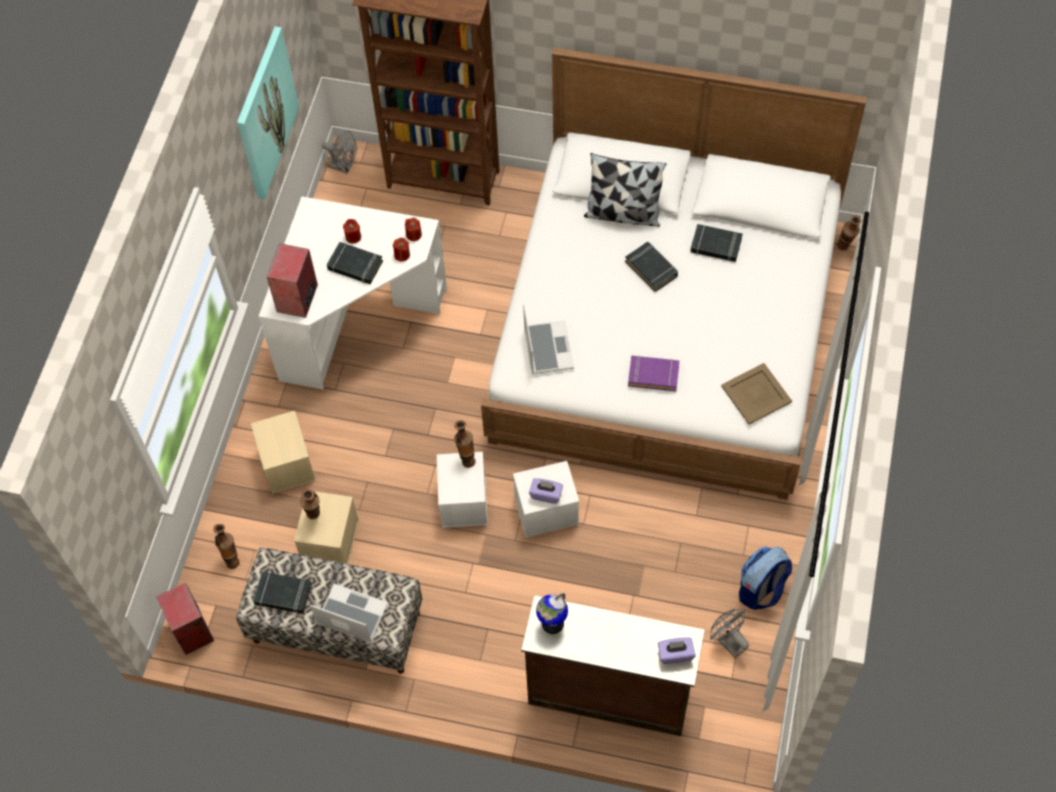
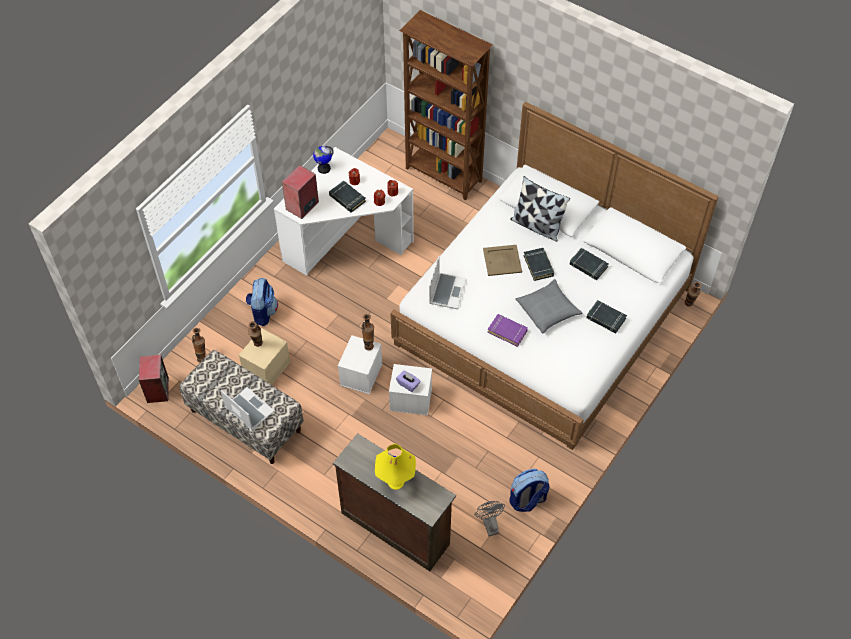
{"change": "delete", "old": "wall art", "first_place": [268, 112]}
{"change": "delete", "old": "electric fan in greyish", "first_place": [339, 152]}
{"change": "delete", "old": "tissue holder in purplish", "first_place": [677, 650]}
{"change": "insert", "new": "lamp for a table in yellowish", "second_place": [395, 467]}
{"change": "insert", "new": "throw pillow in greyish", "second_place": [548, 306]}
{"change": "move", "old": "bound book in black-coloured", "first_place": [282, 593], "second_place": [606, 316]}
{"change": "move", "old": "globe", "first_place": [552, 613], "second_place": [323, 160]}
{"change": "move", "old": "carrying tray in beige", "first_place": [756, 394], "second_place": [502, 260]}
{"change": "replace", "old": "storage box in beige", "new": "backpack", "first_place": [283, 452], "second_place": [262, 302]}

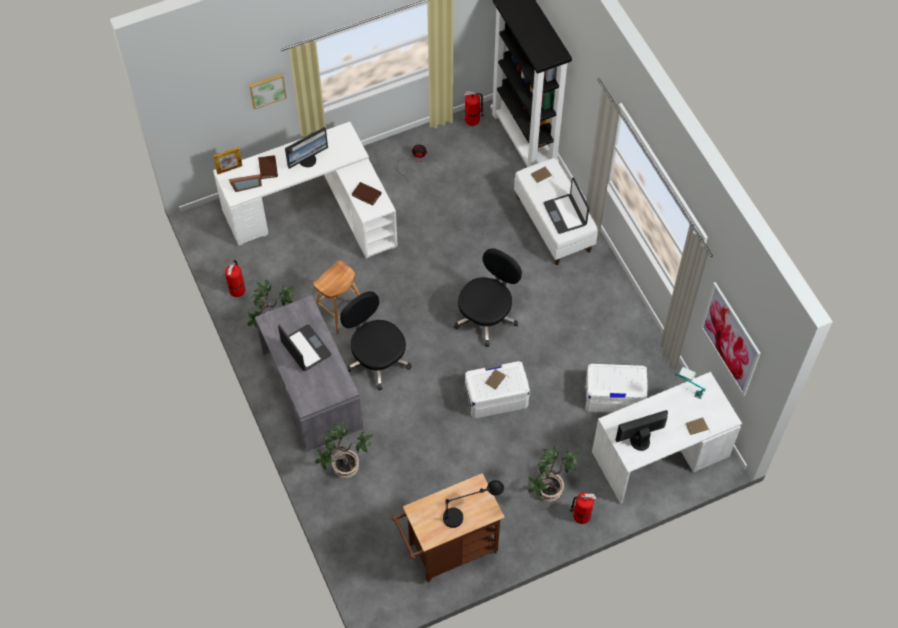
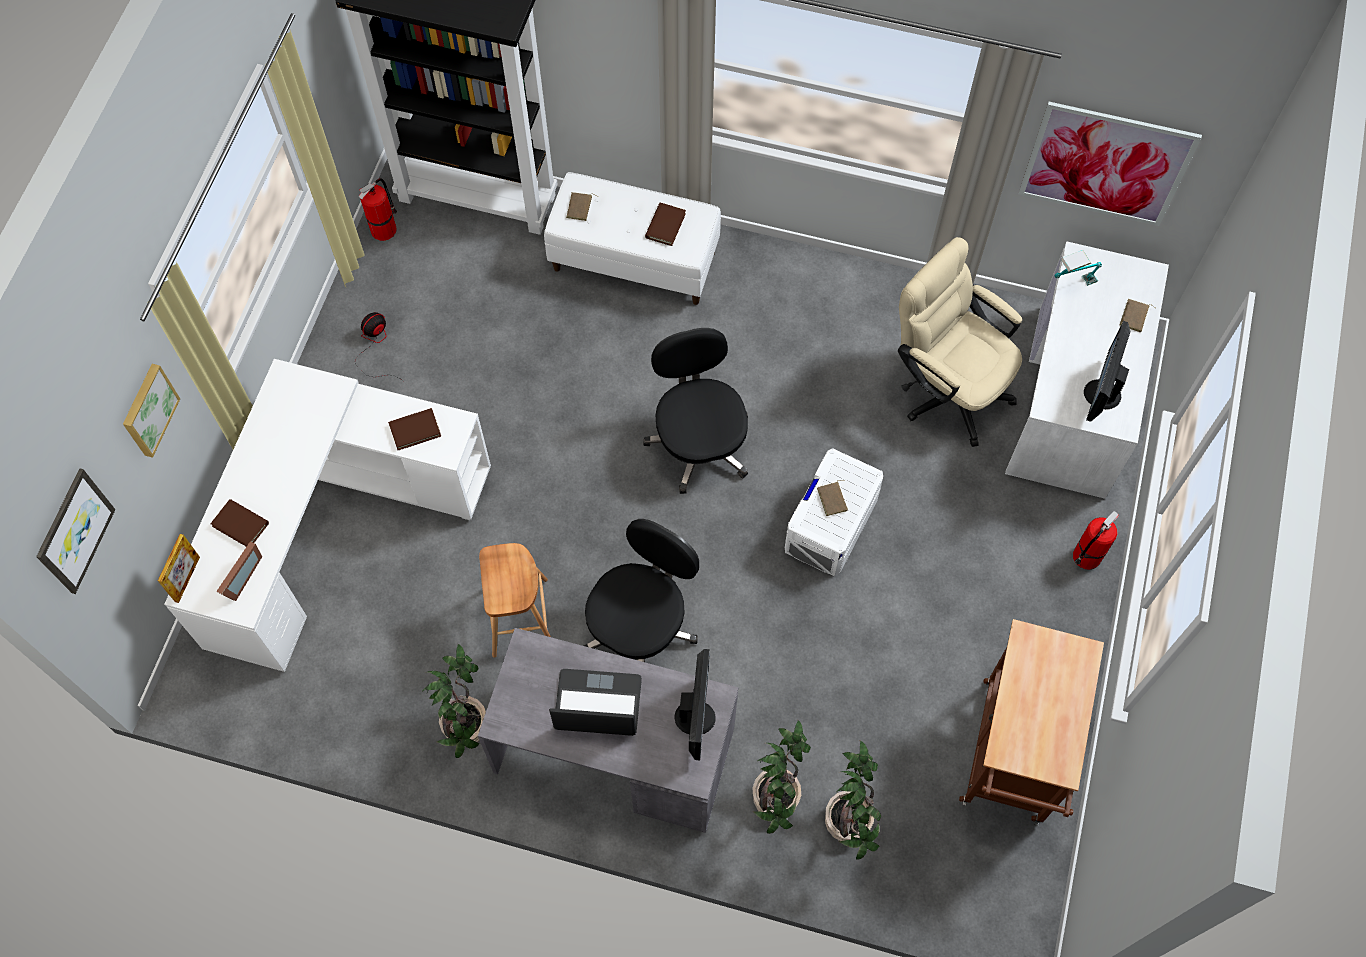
{"change": "delete", "old": "fire-fighting cylinder", "first_place": [235, 278]}
{"change": "delete", "old": "lamp for a table in black-coloured", "first_place": [473, 504]}
{"change": "insert", "new": "wall art", "second_place": [76, 531]}
{"change": "move", "old": "computer screen", "first_place": [306, 148], "second_place": [695, 704]}
{"change": "move", "old": "plant in a pot", "first_place": [553, 473], "second_place": [853, 800]}
{"change": "replace", "old": "laptop", "new": "bound book in brownish", "first_place": [566, 205], "second_place": [665, 224]}
{"change": "replace", "old": "storage box in white", "new": "office chair in beige", "first_place": [616, 388], "second_place": [960, 342]}
{"change": "rotate", "old": "office chair in black-coloured", "first_place": [376, 341], "second_place": [641, 590], "degrees": 120}

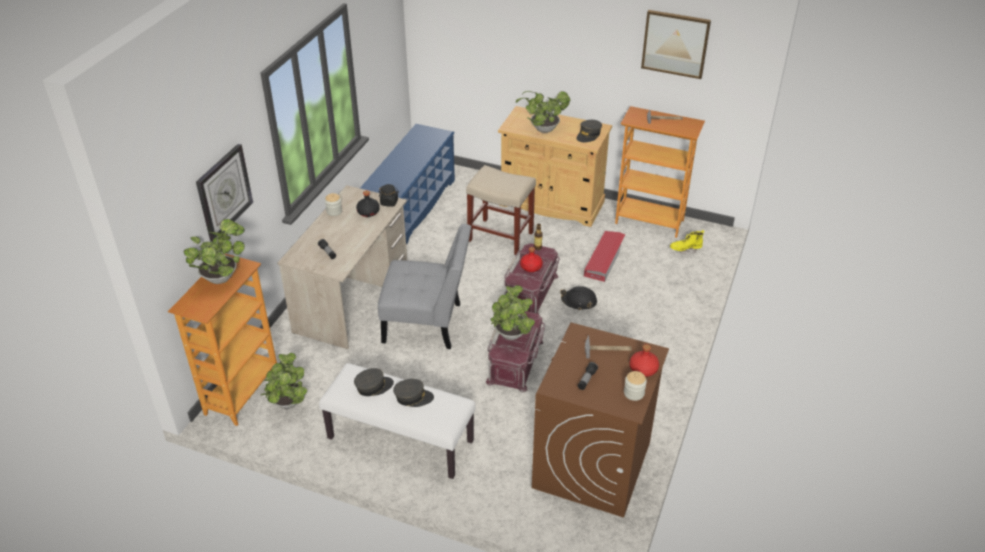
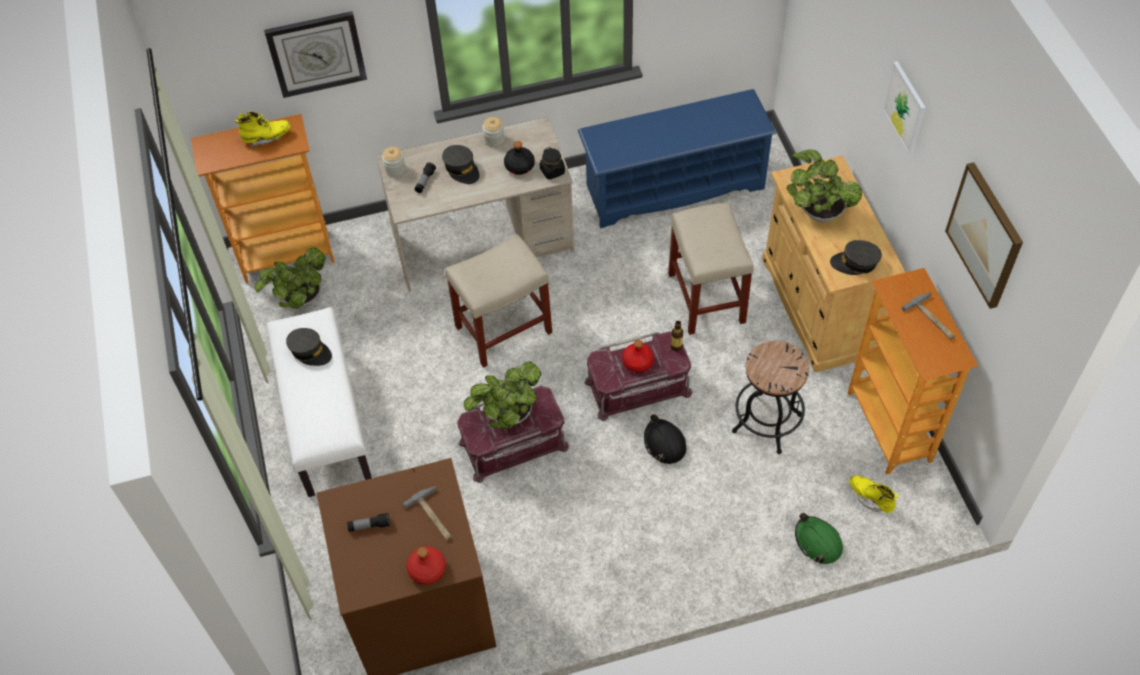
{"change": "insert", "new": "safety helmet in green-coloured", "second_place": [819, 538]}
{"change": "insert", "new": "wall art", "second_place": [904, 108]}
{"change": "move", "old": "cap in greyish", "first_place": [413, 393], "second_place": [460, 164]}
{"change": "move", "old": "jar", "first_place": [635, 386], "second_place": [394, 162]}
{"change": "replace", "old": "plant in a pot", "new": "tall boot in yellowish", "first_place": [214, 251], "second_place": [263, 129]}
{"change": "replace", "old": "upright chair in greyish", "new": "stool seat in beige", "first_place": [424, 286], "second_place": [498, 301]}
{"change": "replace", "old": "storage box in red-coloured", "new": "stool seat in black-coloured", "first_place": [604, 256], "second_place": [770, 397]}

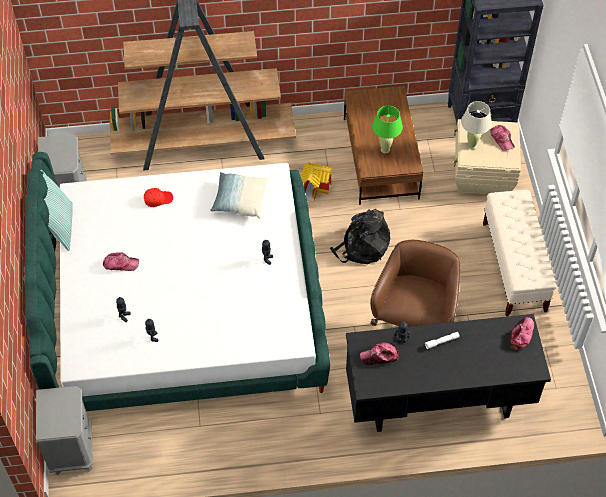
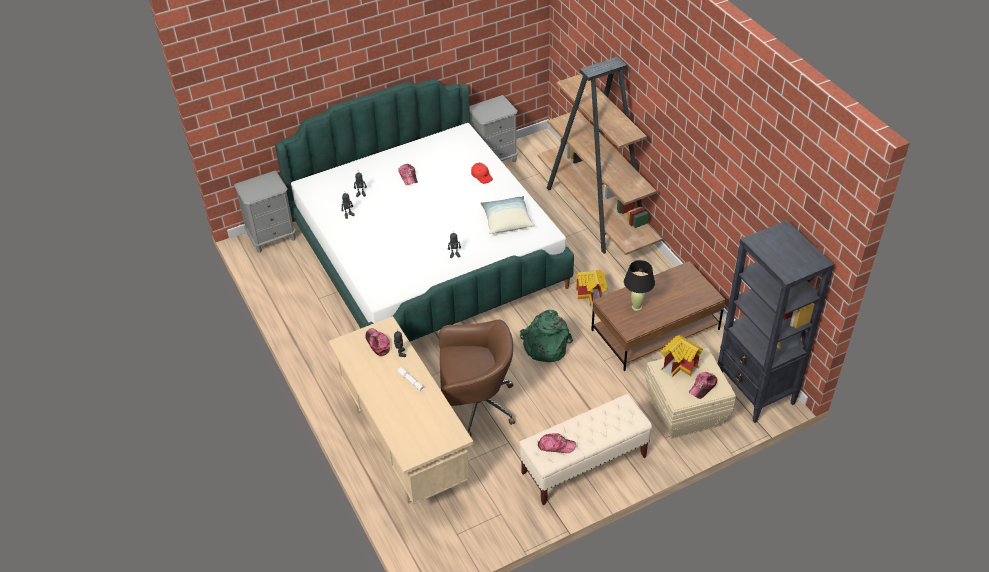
{"change": "delete", "old": "throw pillow", "first_place": [56, 210]}
{"change": "move", "old": "cap", "first_place": [522, 333], "second_place": [557, 443]}
{"change": "replace", "old": "lamp for a table in beige", "new": "toy house", "first_place": [476, 125], "second_place": [682, 356]}
{"change": "recolor", "old": "backpack in black-coloured", "new": "backpack in green-coloured", "first_place": [360, 236], "second_place": [546, 336]}
{"change": "recolor", "old": "desk table in black-coloured", "new": "desk table in beige", "first_place": [448, 373], "second_place": [401, 410]}
{"change": "recolor", "old": "lamp for a table in green-coloured", "new": "lamp for a table in black-coloured", "first_place": [387, 129], "second_place": [639, 285]}

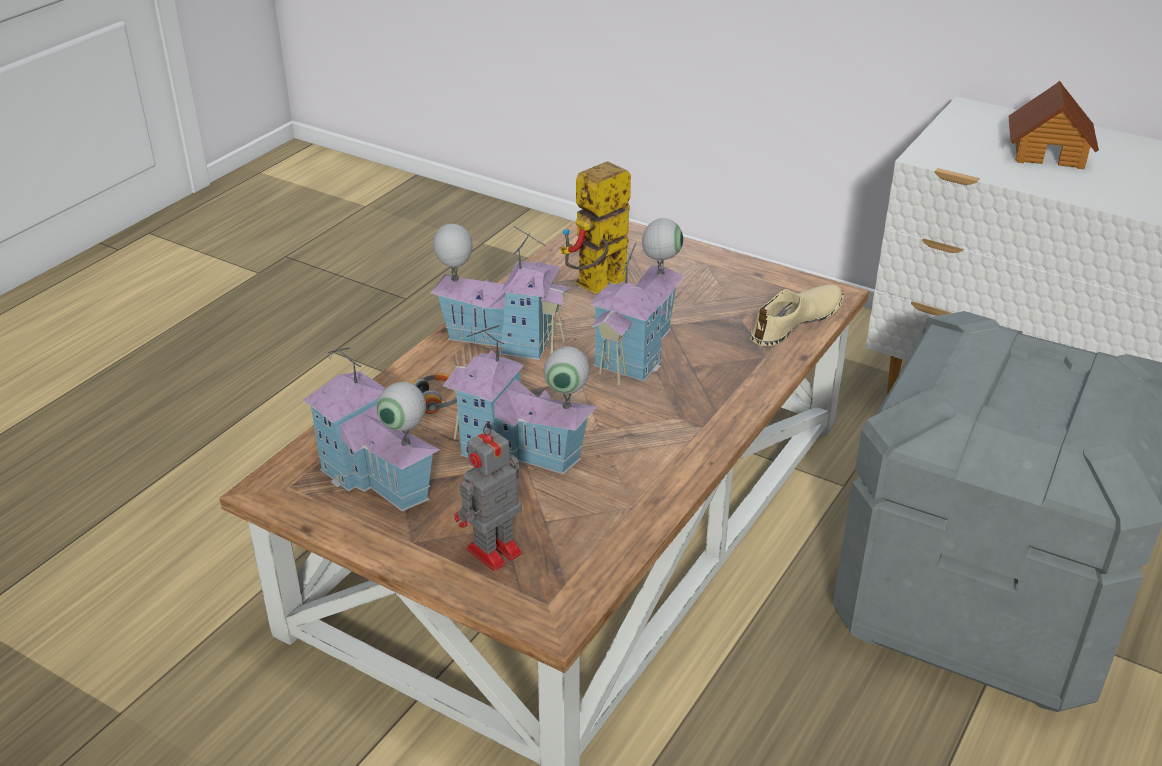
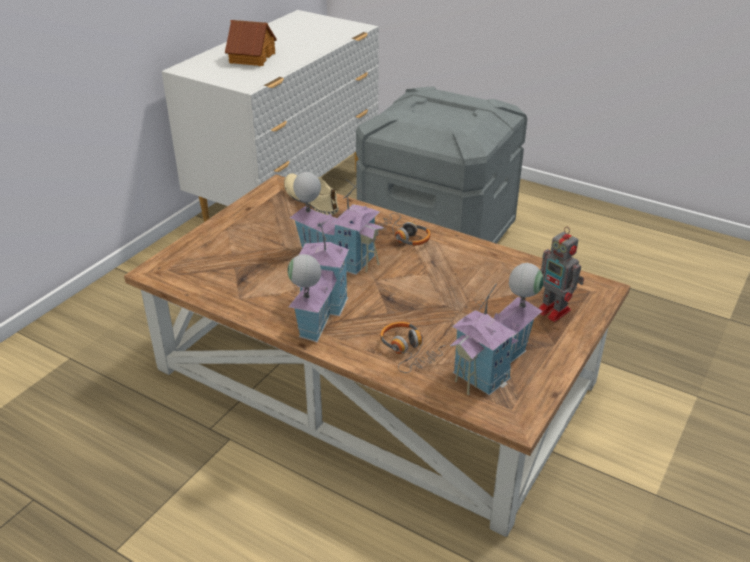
{"change": "delete", "old": "toy house", "first_place": [520, 400]}
{"change": "delete", "old": "toy robot", "first_place": [595, 227]}
{"change": "insert", "new": "headset", "second_place": [403, 229]}

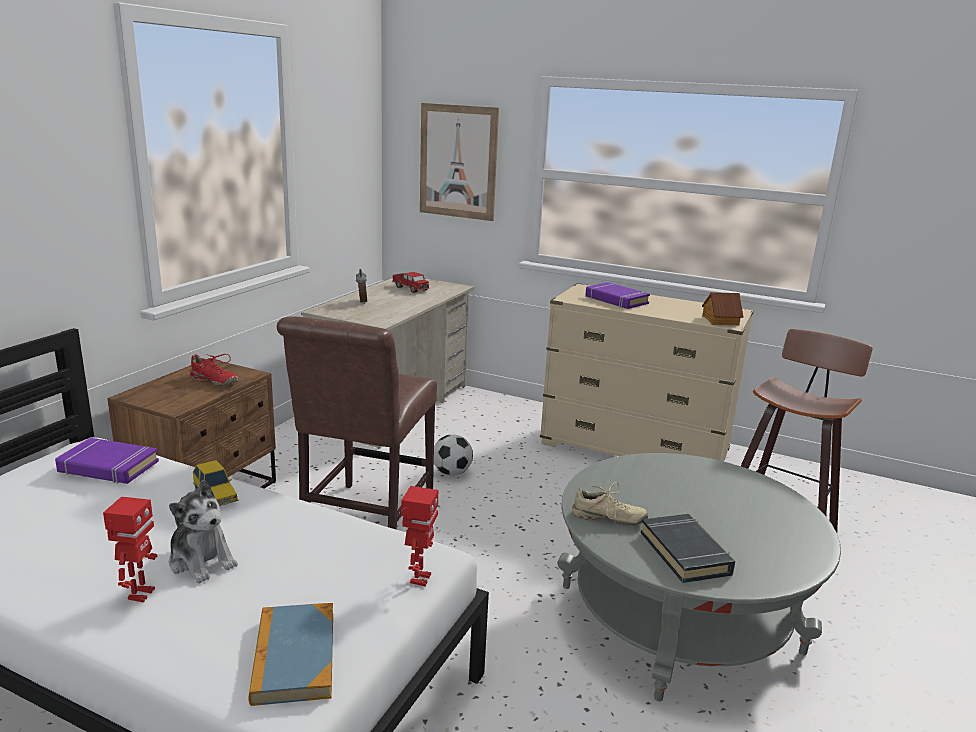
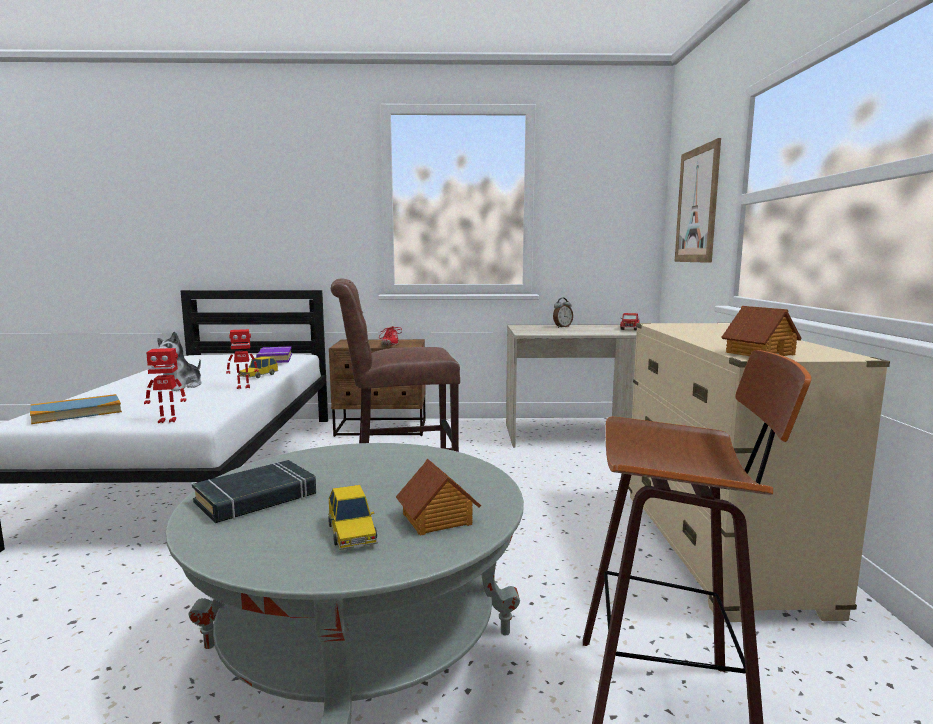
{"change": "delete", "old": "football ball", "first_place": [453, 455]}
{"change": "delete", "old": "shoe in beige", "first_place": [610, 504]}
{"change": "delete", "old": "bound book in purplish", "first_place": [617, 295]}
{"change": "insert", "new": "miniature car", "second_place": [353, 517]}
{"change": "insert", "new": "toy house", "second_place": [438, 497]}
{"change": "move", "old": "toy robot", "first_place": [130, 550], "second_place": [242, 359]}

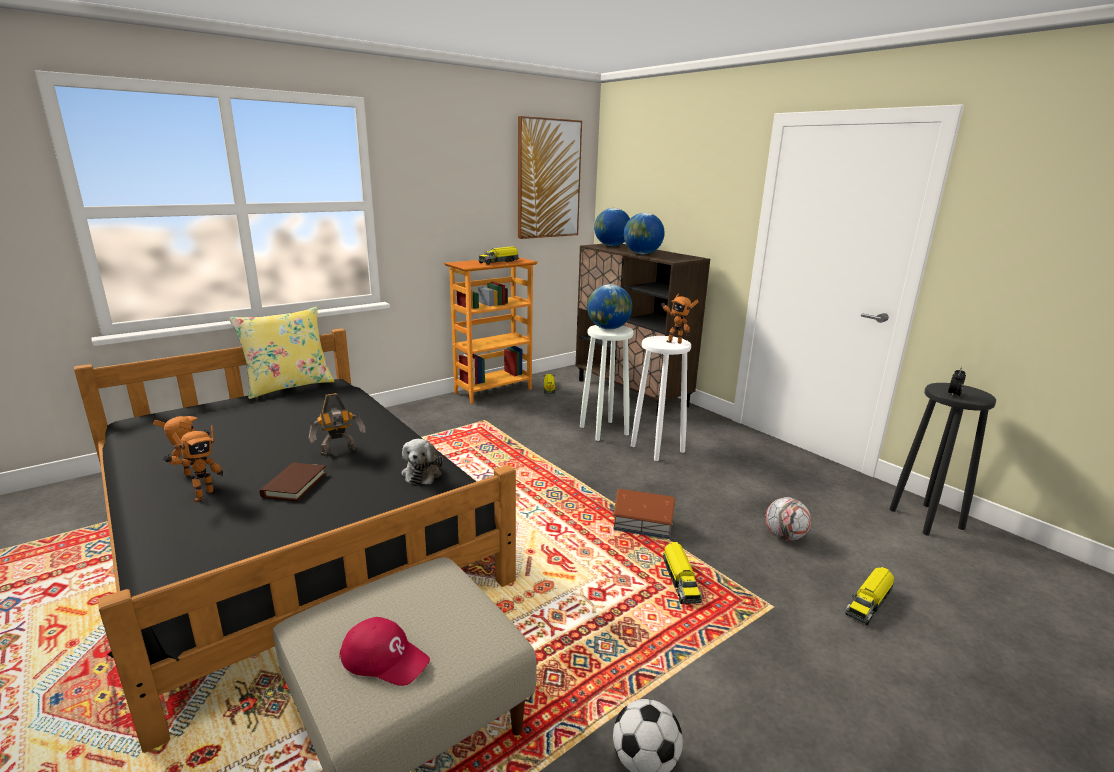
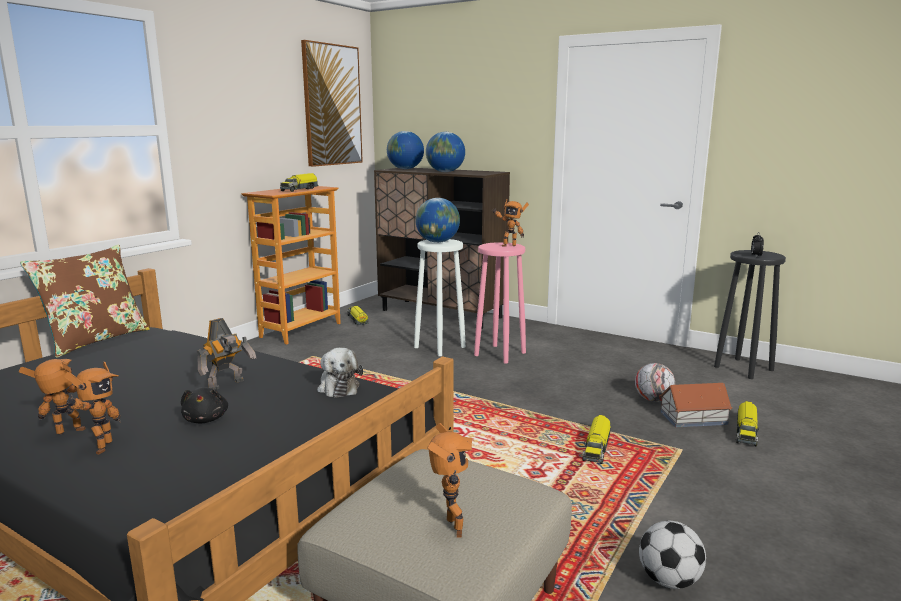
{"change": "move", "old": "toy house", "first_place": [644, 514], "second_place": [696, 405]}
{"change": "replace", "old": "bound book in brownish", "new": "plush toy in black-coloured", "first_place": [293, 482], "second_place": [204, 405]}
{"change": "replace", "old": "cap in red-coloured", "new": "toy robot", "first_place": [384, 651], "second_place": [450, 480]}
{"change": "recolor", "old": "throw pillow in yellowish", "new": "throw pillow in brownish", "first_place": [281, 353], "second_place": [85, 301]}
{"change": "recolor", "old": "stool seat in white", "new": "stool seat in pink-coloured", "first_place": [661, 398], "second_place": [500, 303]}
{"change": "rotate", "old": "toy lorry", "first_place": [683, 573], "second_place": [596, 439], "degrees": 45}

